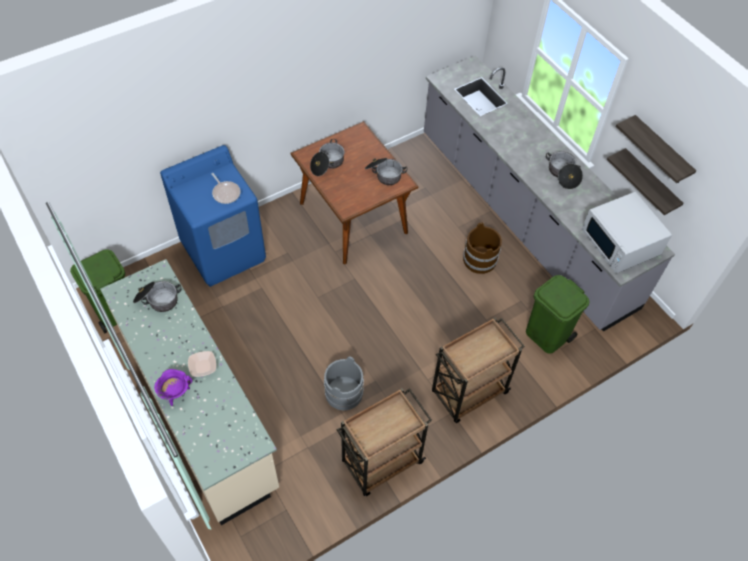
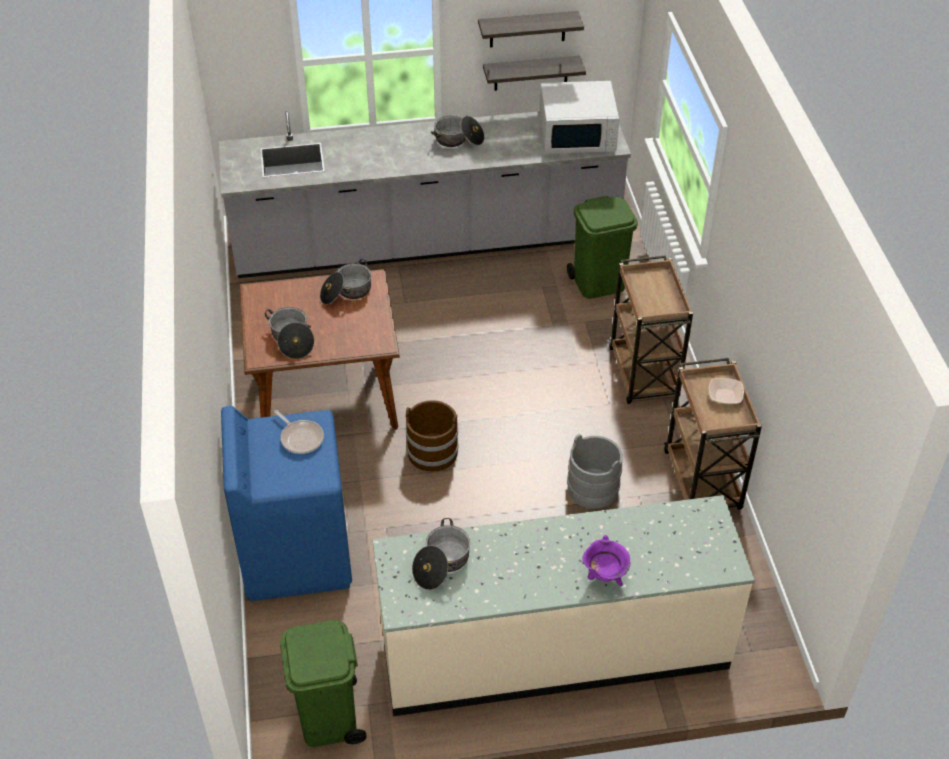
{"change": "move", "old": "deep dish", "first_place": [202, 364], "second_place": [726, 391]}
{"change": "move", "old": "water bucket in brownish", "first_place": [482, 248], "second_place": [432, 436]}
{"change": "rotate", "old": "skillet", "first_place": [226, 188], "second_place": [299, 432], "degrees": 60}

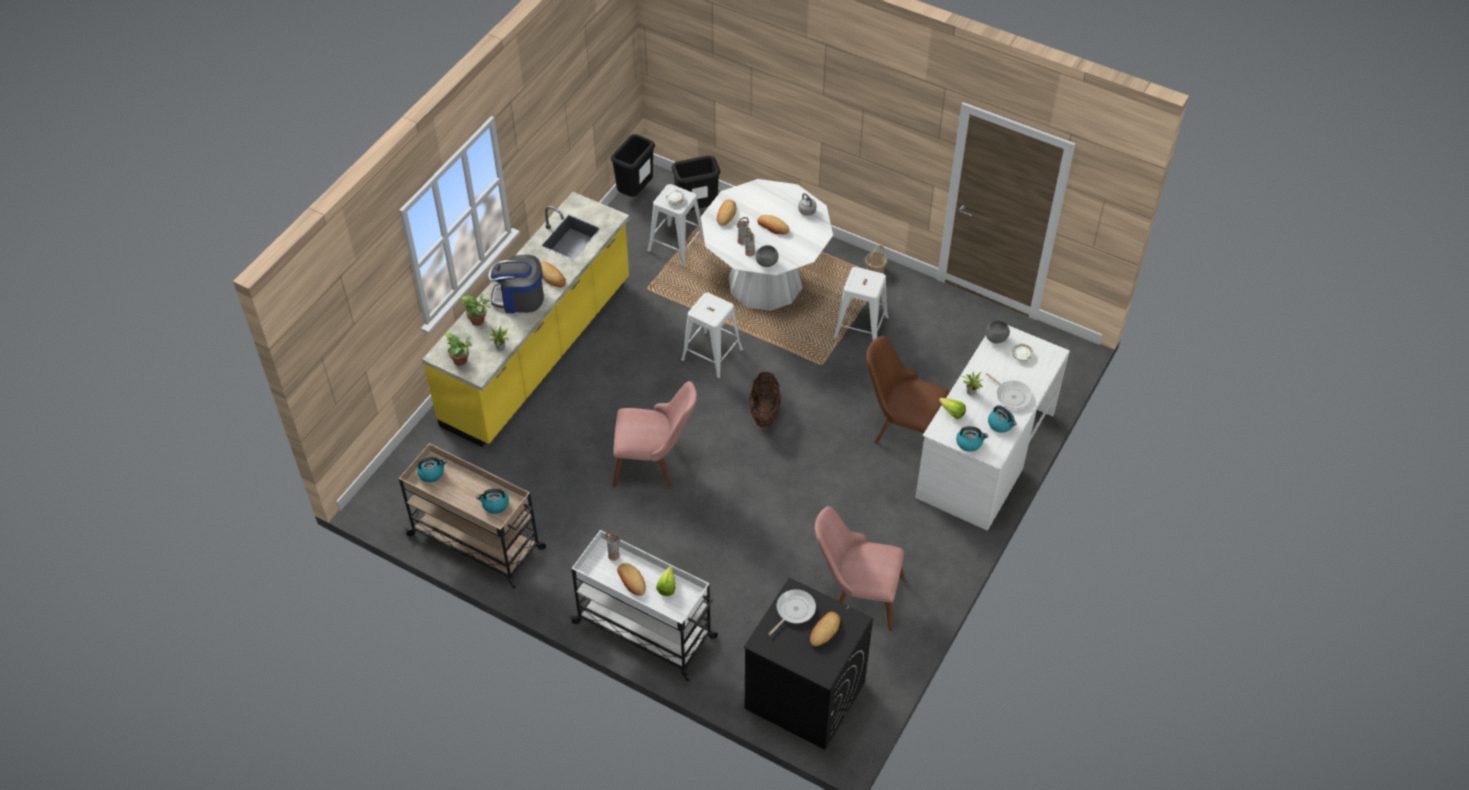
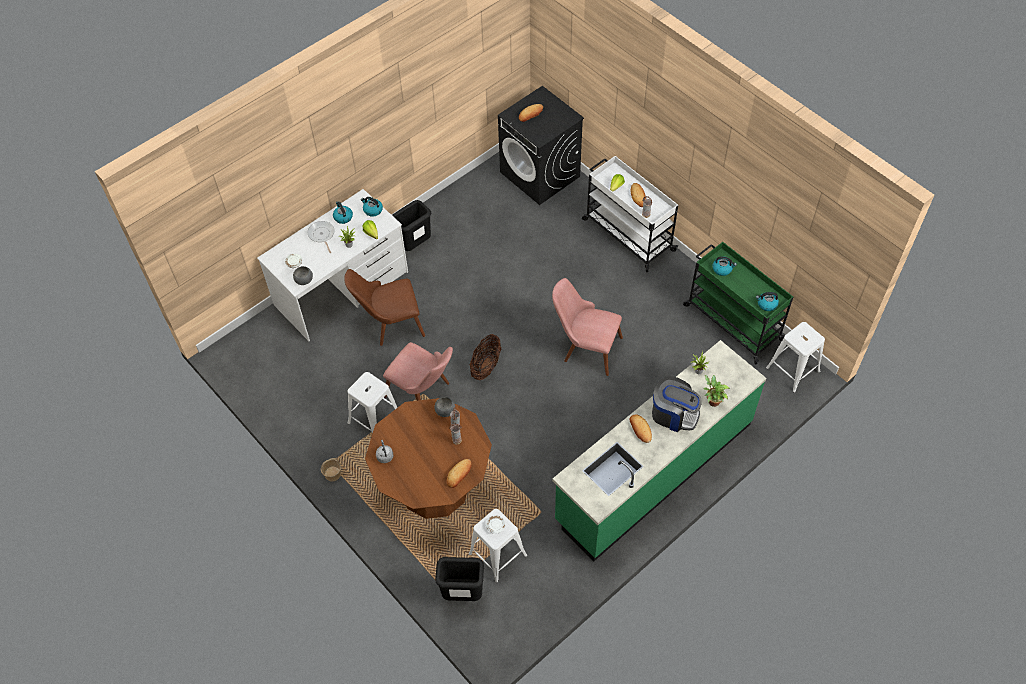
{"change": "delete", "old": "plant in a pot", "first_place": [458, 349]}
{"change": "delete", "old": "bread", "first_place": [773, 224]}
{"change": "delete", "old": "skillet", "first_place": [792, 612]}
{"change": "move", "old": "waste bin in black-coloured", "first_place": [633, 165], "second_place": [411, 225]}
{"change": "move", "old": "stool seat in white", "first_place": [712, 336], "second_place": [795, 357]}
{"change": "move", "old": "upright chair in pink-coloured", "first_place": [859, 568], "second_place": [418, 371]}
{"change": "recolor", "old": "cart in beige", "new": "cart in green-coloured", "first_place": [472, 516], "second_place": [738, 303]}
{"change": "recolor", "old": "kitchen base unit in yellowish", "new": "kitchen base unit in green-coloured", "first_place": [525, 319], "second_place": [659, 451]}
{"change": "recolor", "old": "dinner table in white", "new": "dinner table in brownish", "first_place": [767, 245], "second_place": [428, 458]}
{"change": "rotate", "old": "upright chair in brownish", "first_place": [908, 390], "second_place": [384, 307], "degrees": 120}

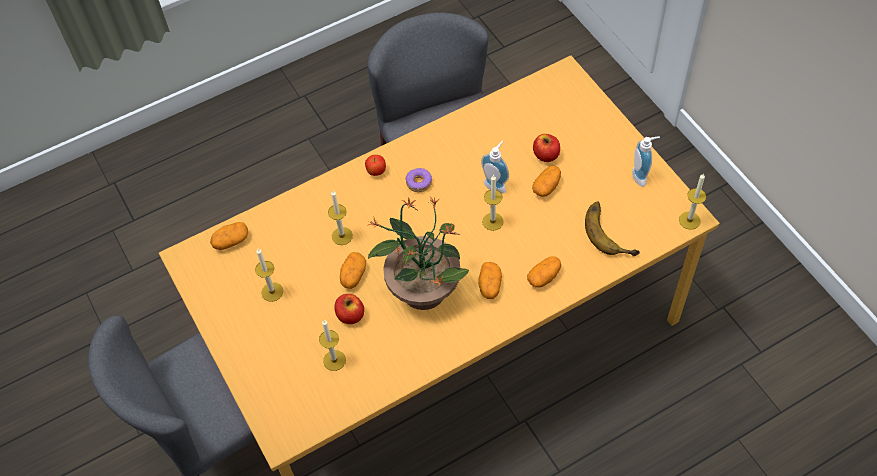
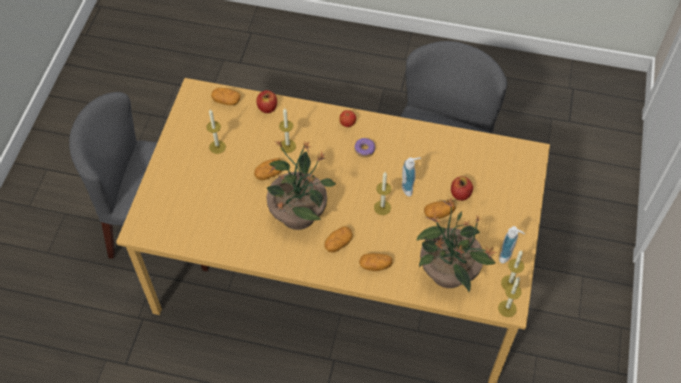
{"change": "move", "old": "wax light", "first_place": [332, 345], "second_place": [512, 269]}
{"change": "move", "old": "whole apple", "first_place": [349, 309], "second_place": [266, 101]}
{"change": "replace", "old": "banana", "new": "plant in a pot", "first_place": [612, 229], "second_place": [456, 245]}

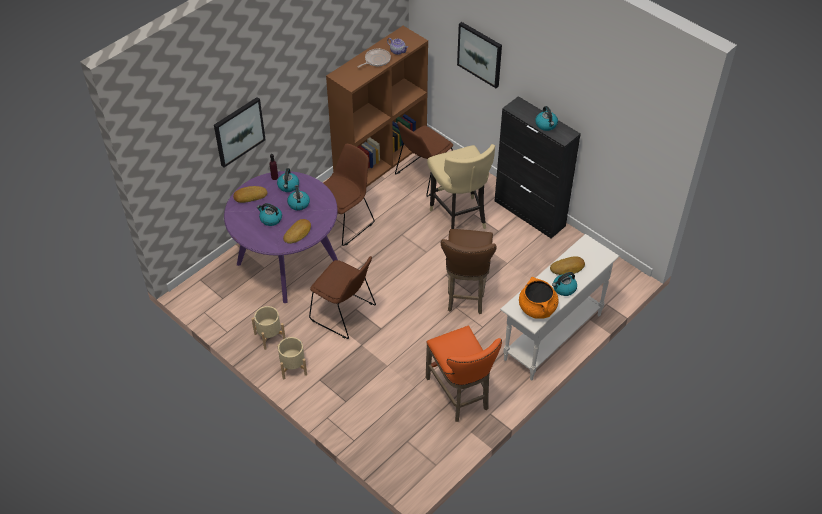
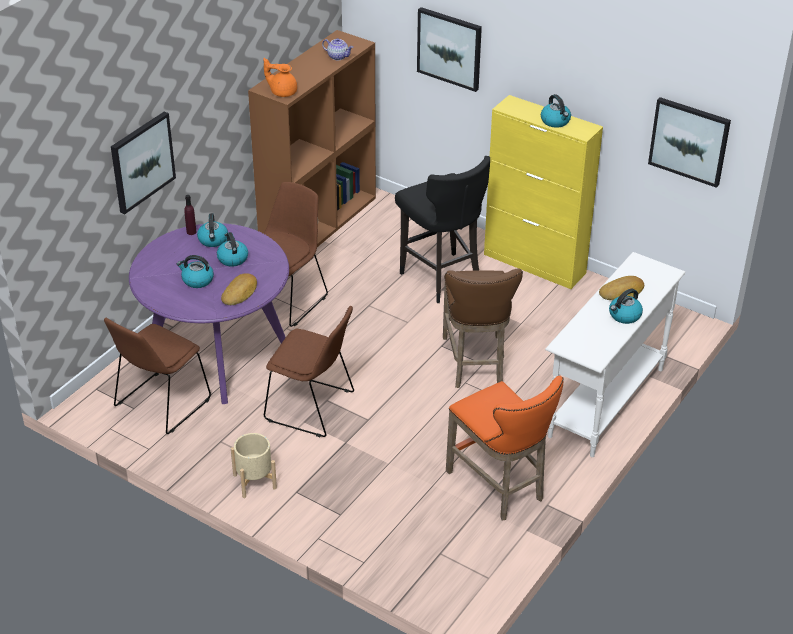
{"change": "delete", "old": "bread", "first_place": [250, 194]}
{"change": "delete", "old": "flower pot in beige", "first_place": [268, 328]}
{"change": "delete", "old": "skillet", "first_place": [374, 58]}
{"change": "delete", "old": "stockpot in orange-coloured", "first_place": [539, 298]}
{"change": "insert", "new": "tea pot in orange-coloured", "second_place": [280, 77]}
{"change": "insert", "new": "wall art", "second_place": [689, 142]}
{"change": "move", "old": "upright chair in brownish", "first_place": [424, 159], "second_place": [157, 376]}
{"change": "recolor", "old": "stool seat in beige", "new": "stool seat in black-coloured", "first_place": [461, 186], "second_place": [442, 229]}
{"change": "recolor", "old": "cabinet in black-coloured", "new": "cabinet in yellowish", "first_place": [538, 167], "second_place": [543, 192]}

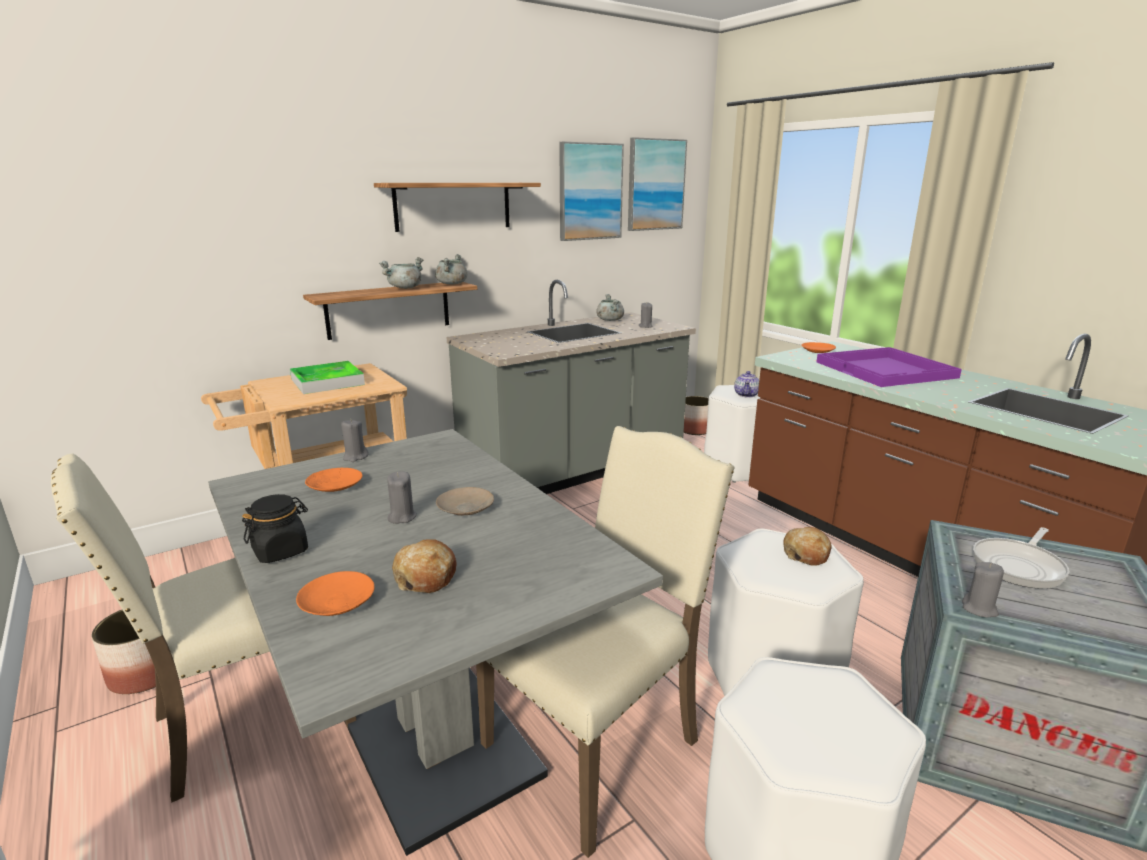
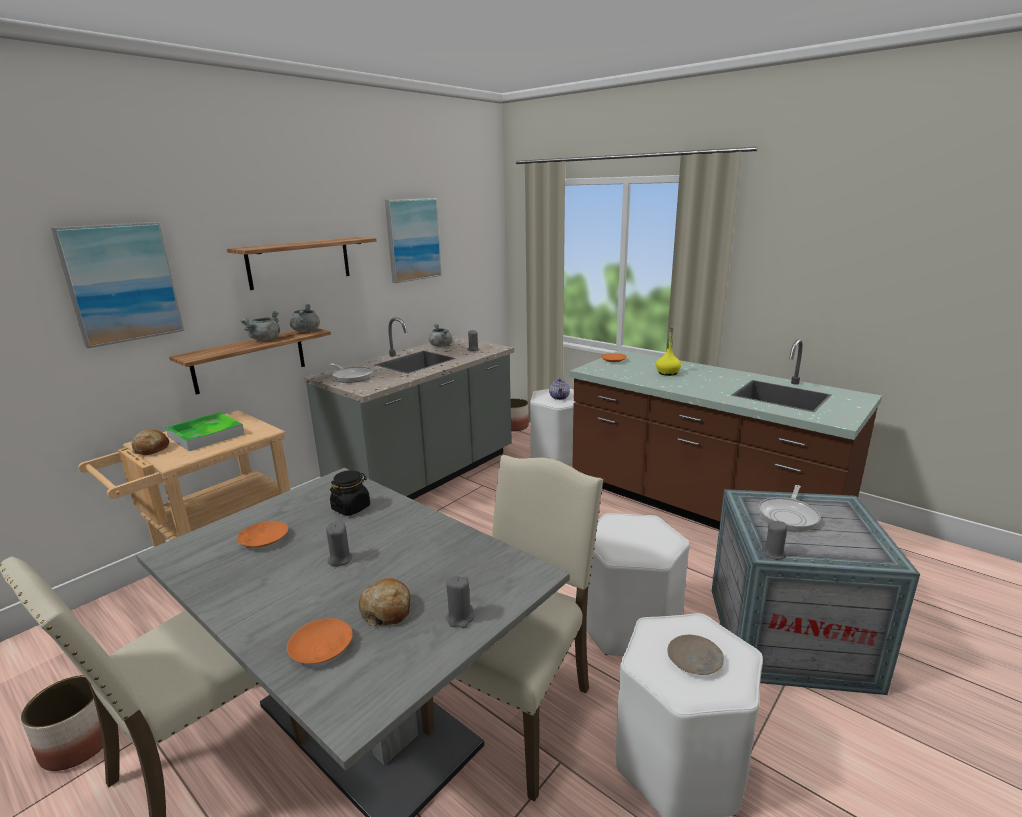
{"change": "insert", "new": "skillet", "second_place": [351, 373]}
{"change": "move", "old": "jar in black-coloured", "first_place": [275, 528], "second_place": [350, 493]}
{"change": "move", "old": "wax light in greyish", "first_place": [355, 441], "second_place": [460, 601]}
{"change": "move", "old": "plate in beige", "first_place": [465, 501], "second_place": [695, 655]}
{"change": "move", "old": "wall art", "first_place": [657, 184], "second_place": [118, 285]}
{"change": "move", "old": "bread", "first_place": [807, 546], "second_place": [150, 442]}
{"change": "replace", "old": "carrying tray in purplish", "new": "drink bottle in yellowish", "first_place": [889, 367], "second_place": [668, 351]}

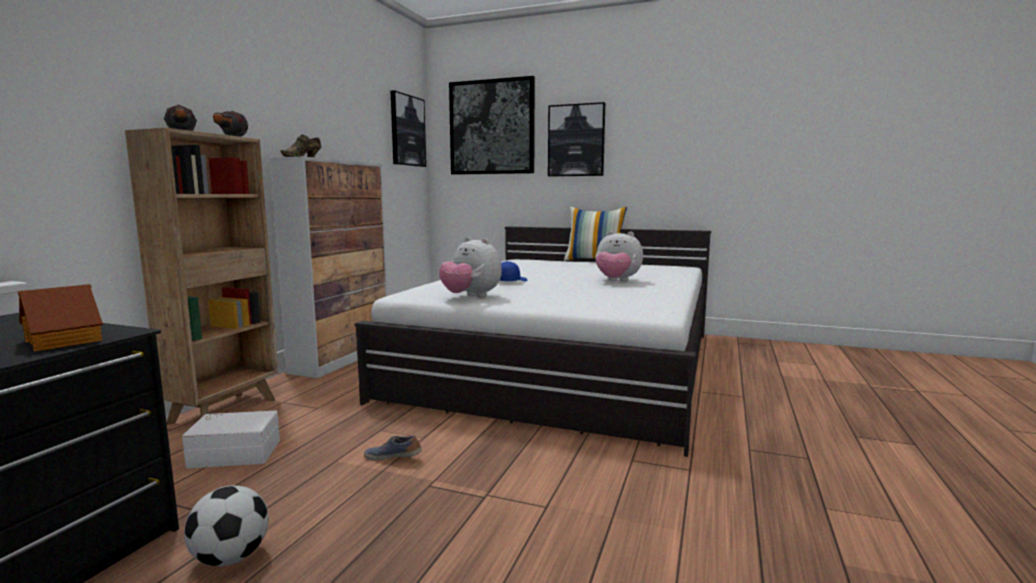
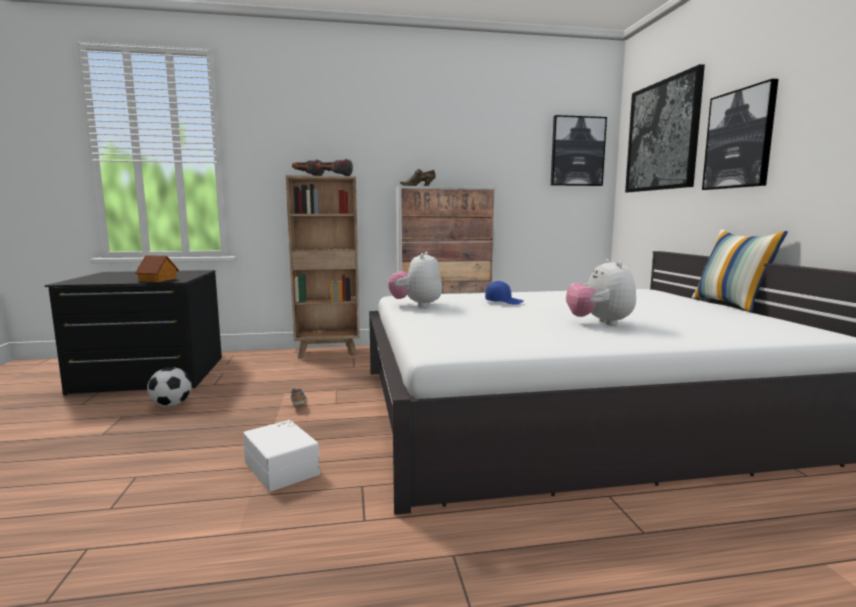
{"change": "move", "old": "storage box in white", "first_place": [231, 440], "second_place": [281, 456]}

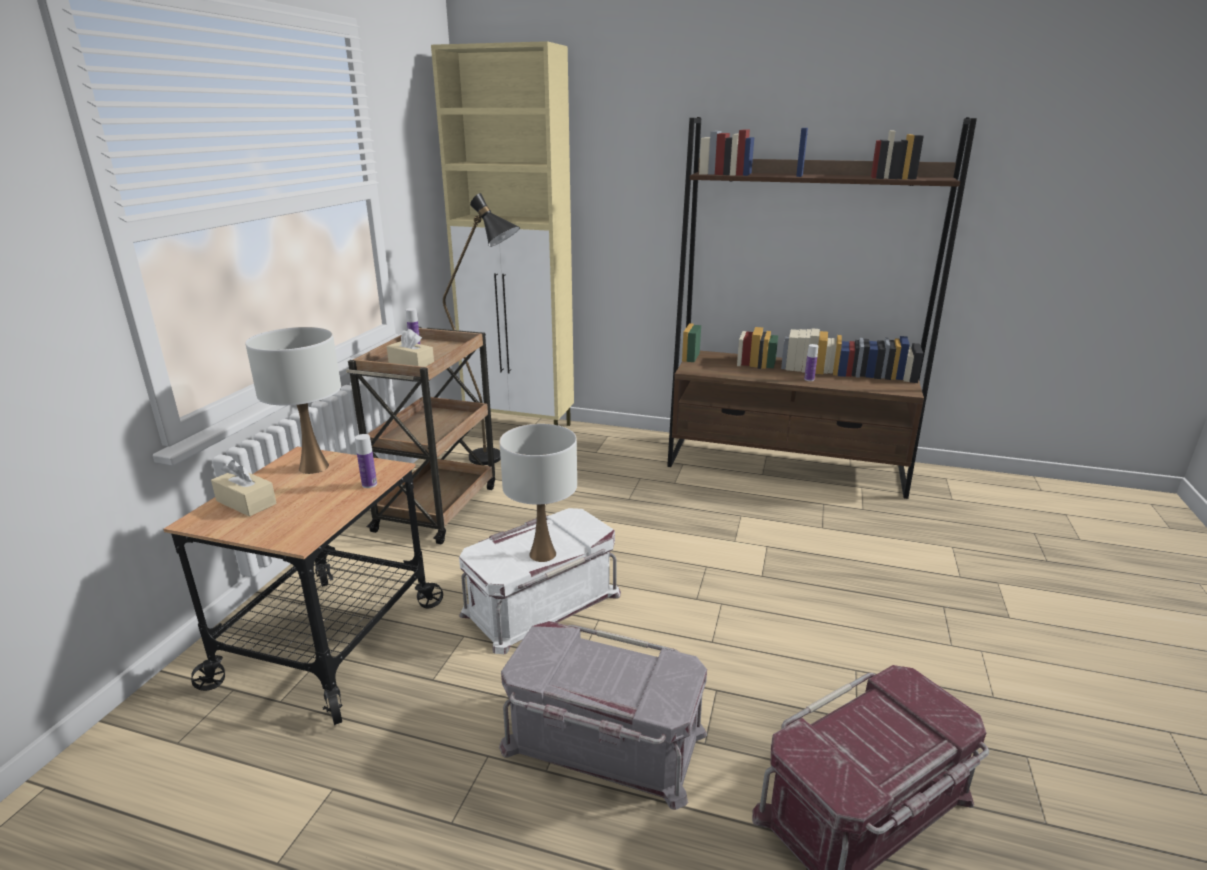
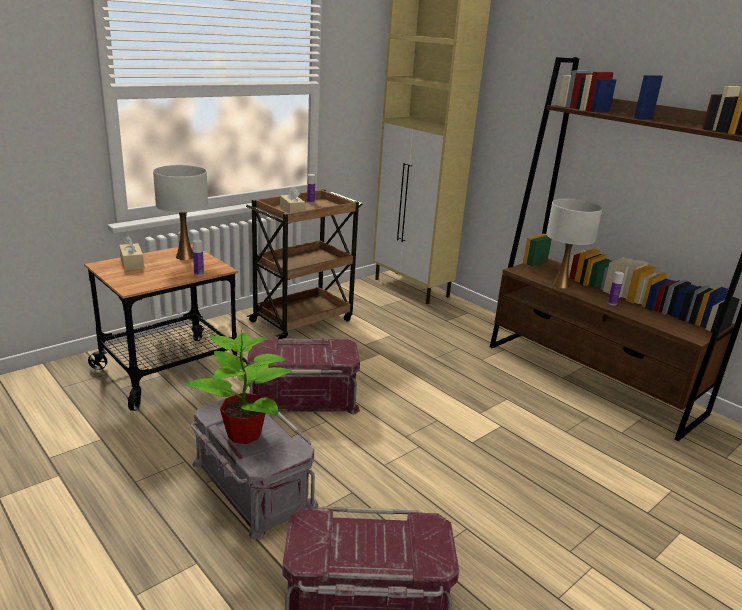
{"change": "delete", "old": "floor lamp in black-coloured", "first_place": [481, 329]}
{"change": "insert", "new": "plant in a pot", "second_place": [238, 386]}
{"change": "move", "old": "lamp for a table in white", "first_place": [538, 493], "second_place": [574, 243]}
{"change": "recolor", "old": "storage box in white", "new": "storage box in red-coloured", "first_place": [540, 581], "second_place": [303, 376]}

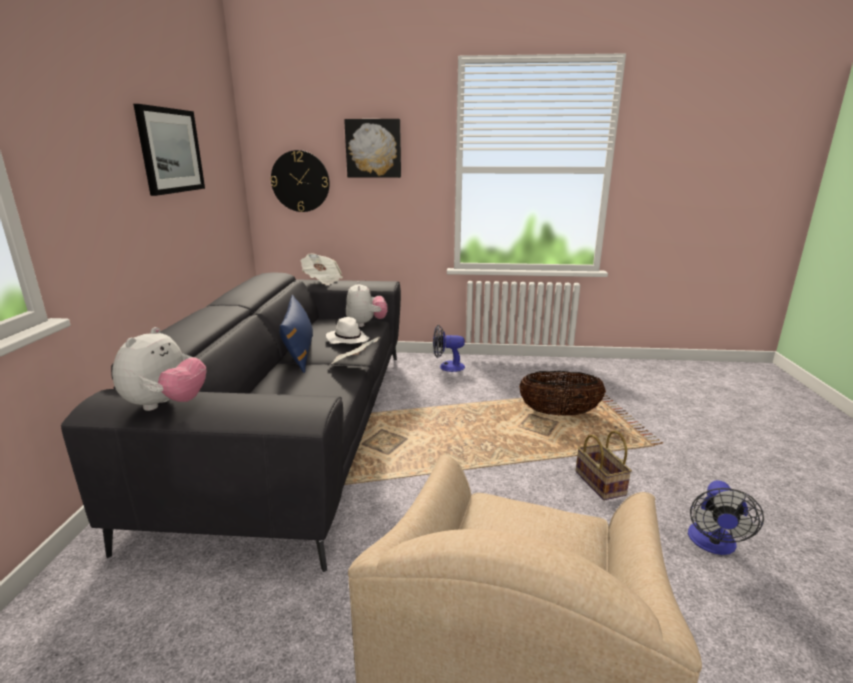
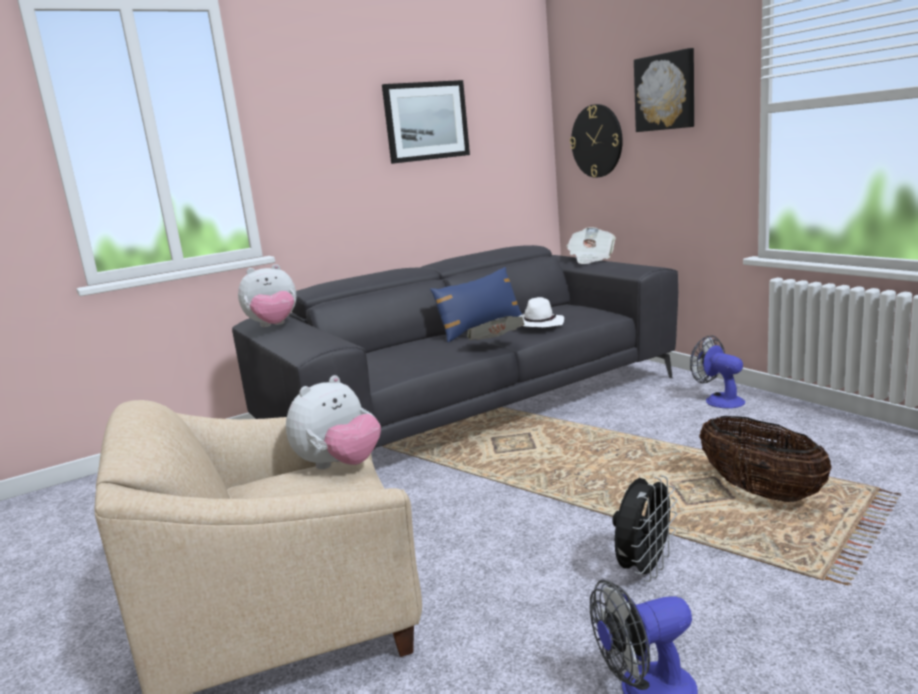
{"change": "move", "old": "plush toy", "first_place": [367, 304], "second_place": [333, 422]}
{"change": "replace", "old": "storage basket", "new": "electric fan in black-coloured", "first_place": [604, 465], "second_place": [645, 528]}

